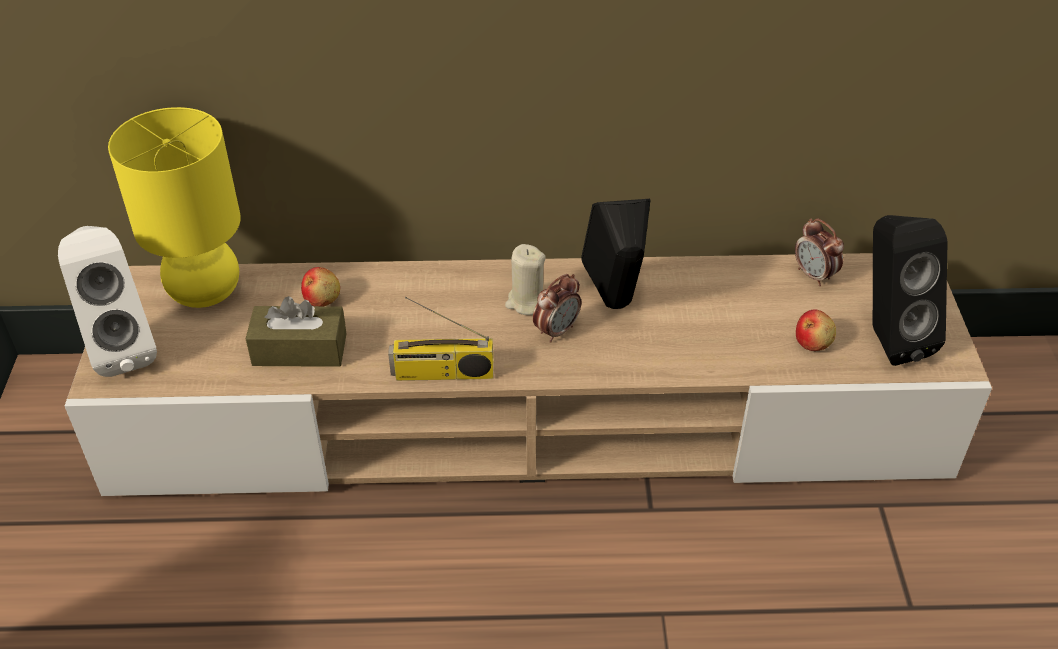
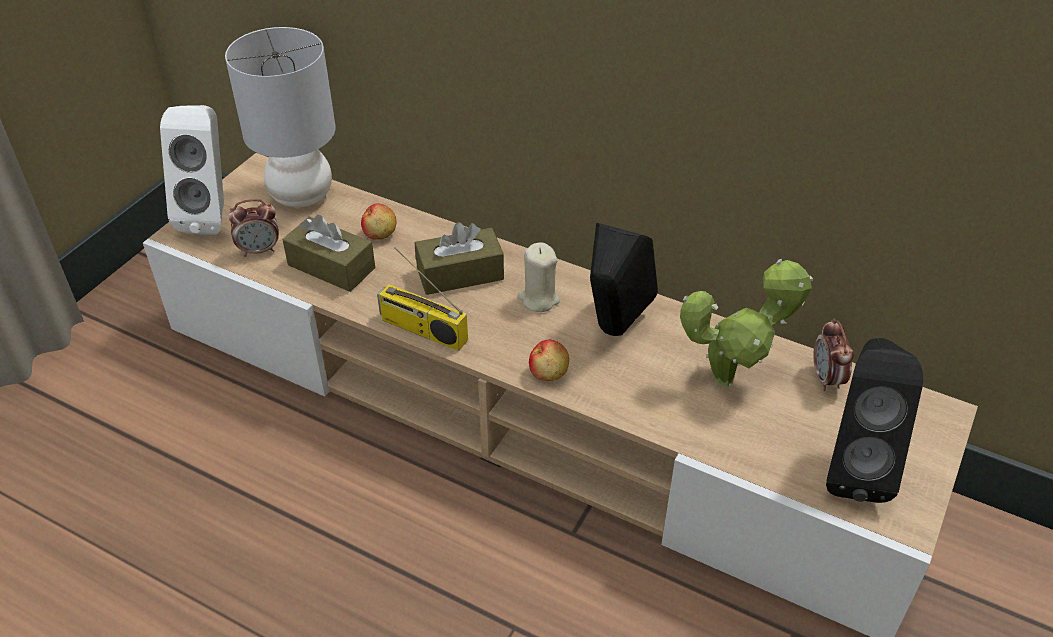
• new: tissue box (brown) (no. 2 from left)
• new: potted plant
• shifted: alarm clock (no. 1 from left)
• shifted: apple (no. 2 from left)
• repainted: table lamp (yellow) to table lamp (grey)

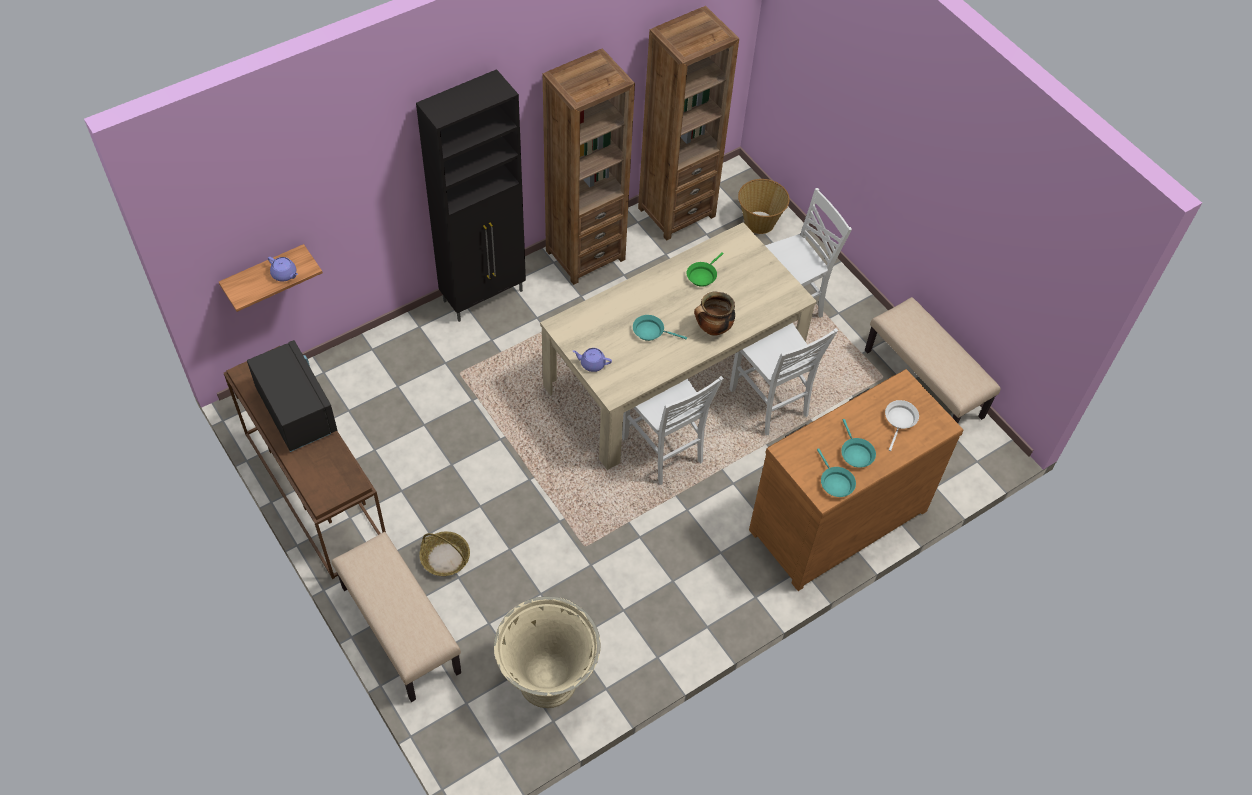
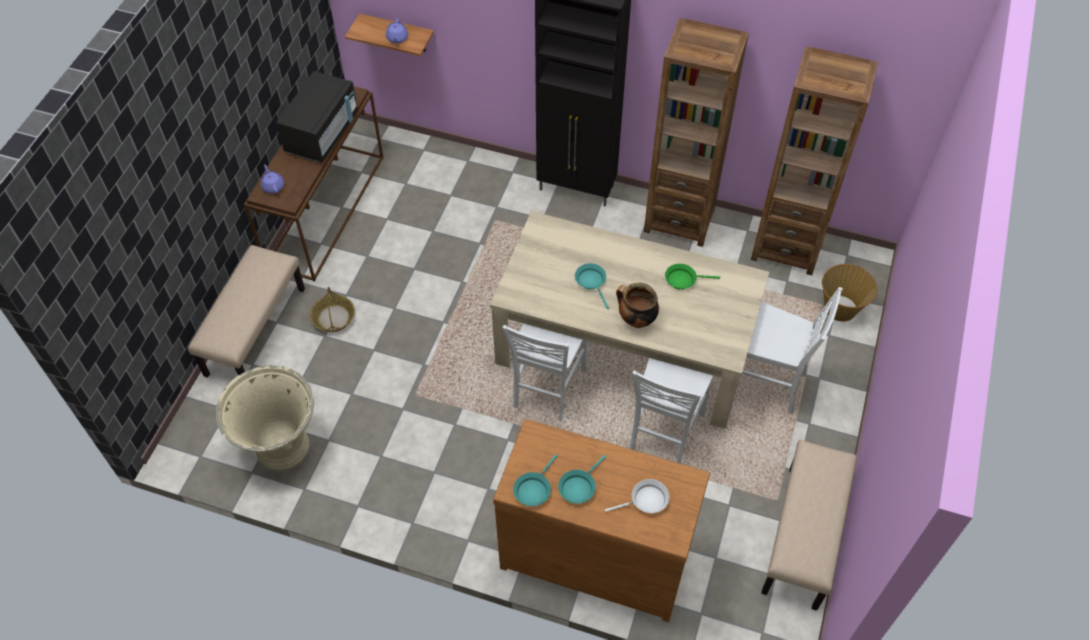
• shifted: teapot (purple) (no. 2 from left in the first image) to teapot (purple) (no. 1 from left)

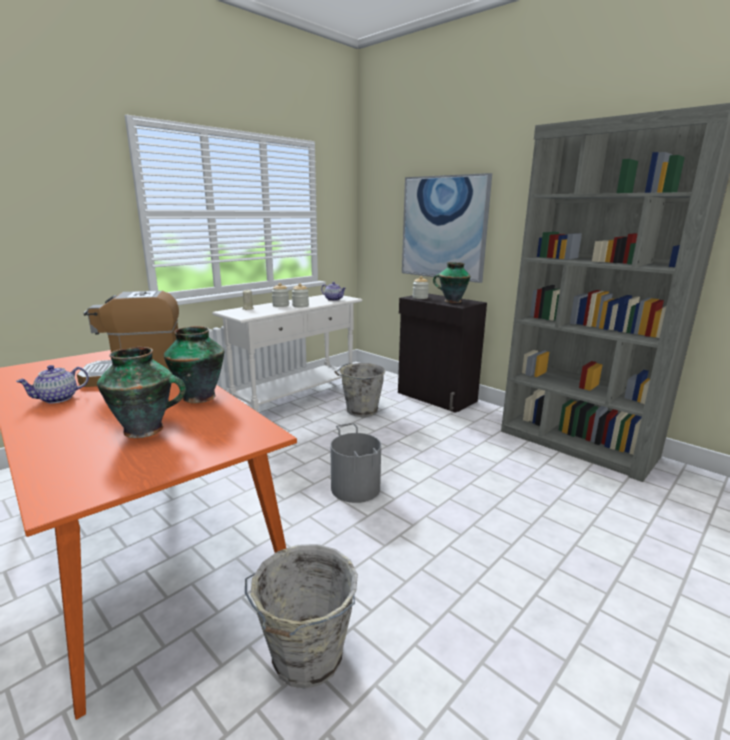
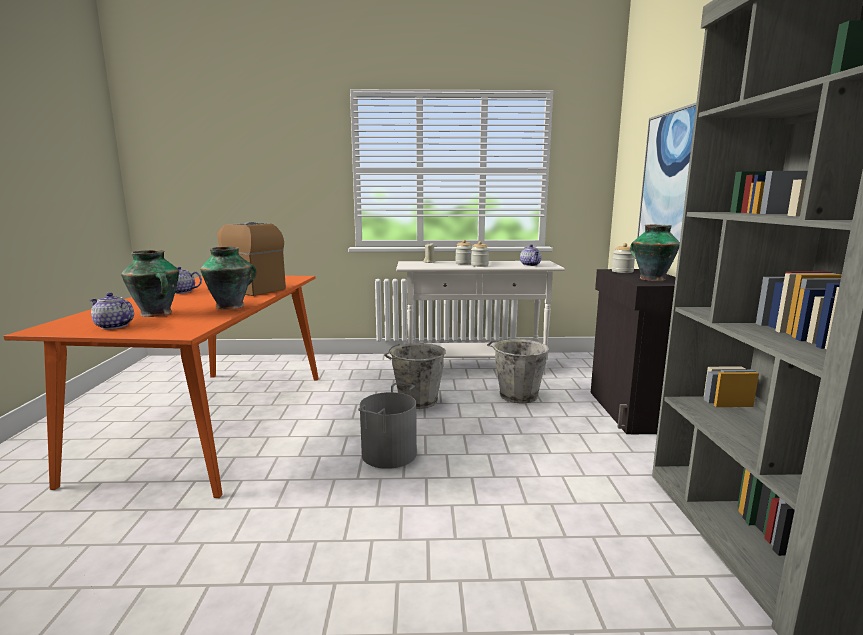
• new: teapot (no. 1 from left)
• shifted: bucket (grey) (no. 1 from left in the first image) to bucket (grey) (no. 2 from left)

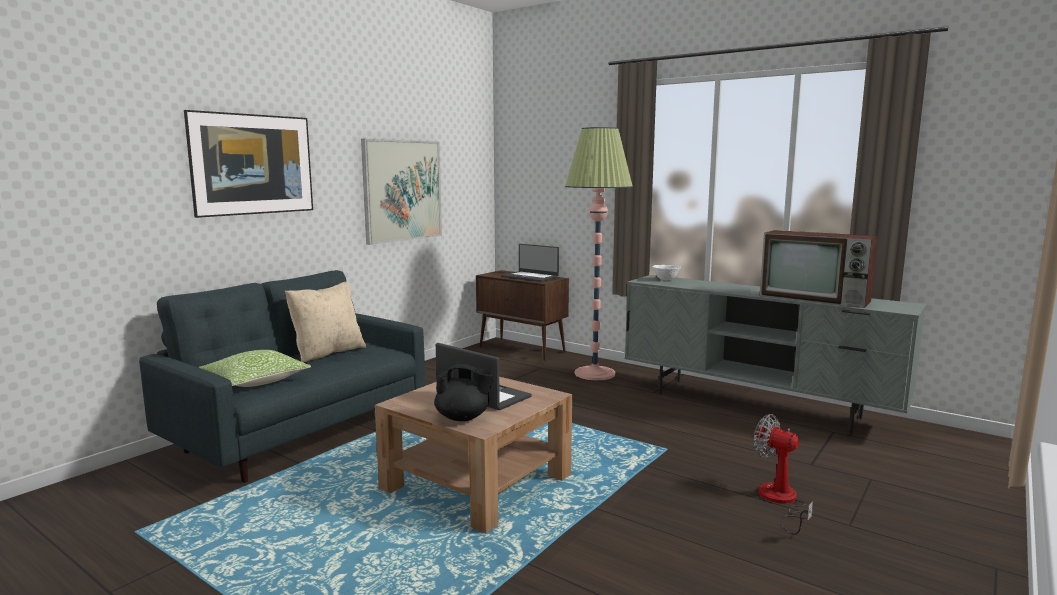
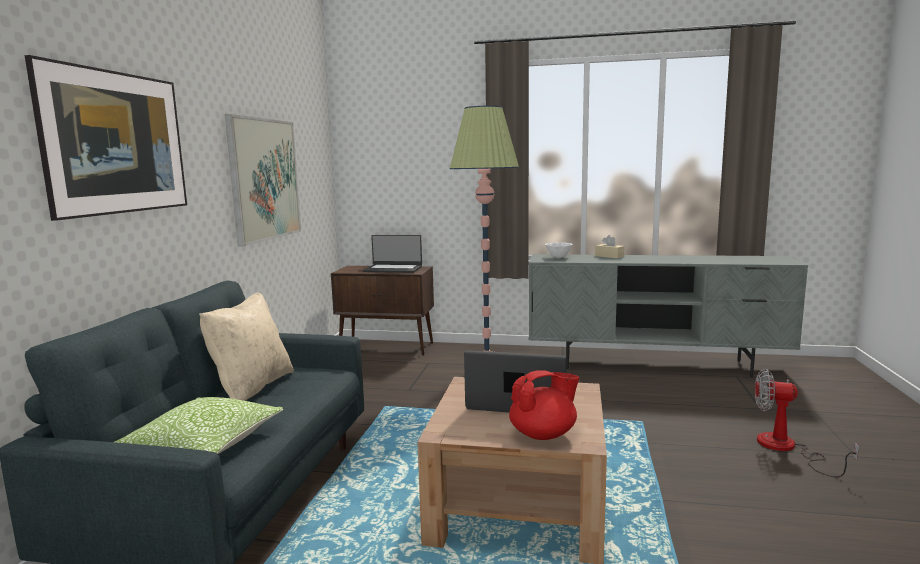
• gone: television
• new: tissue box (beige)
• repainted: teapot (black) to teapot (red)

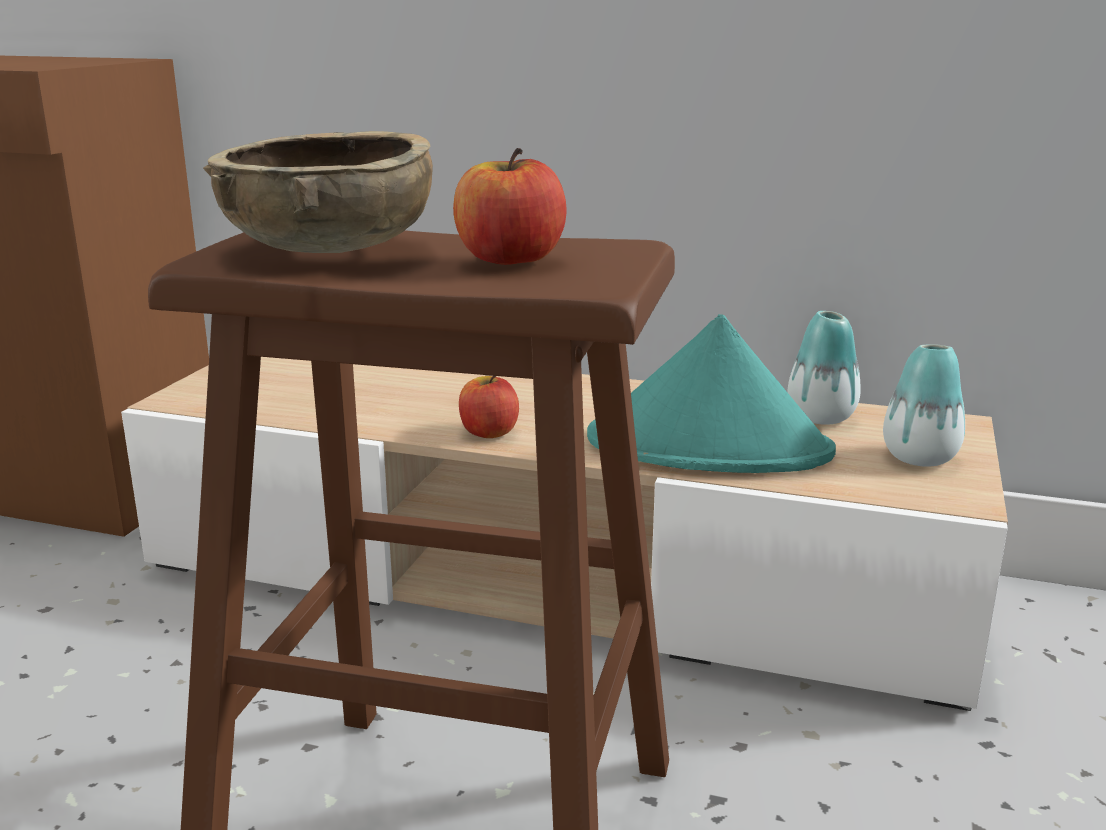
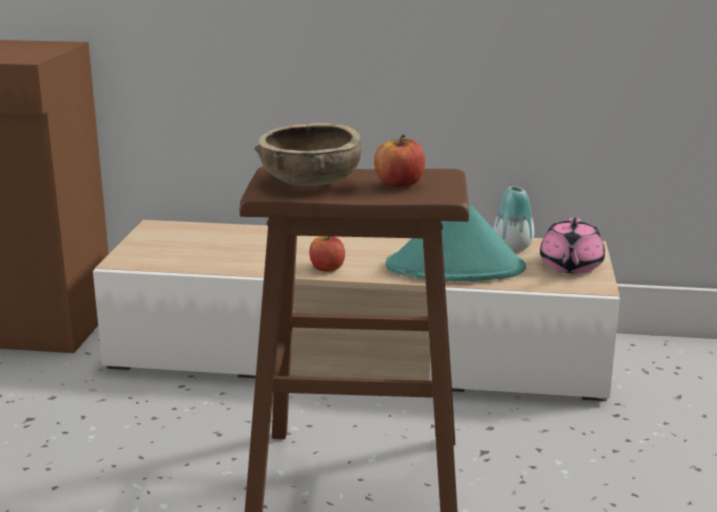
• swapped: vase (no. 2 from left) to teapot (pink)

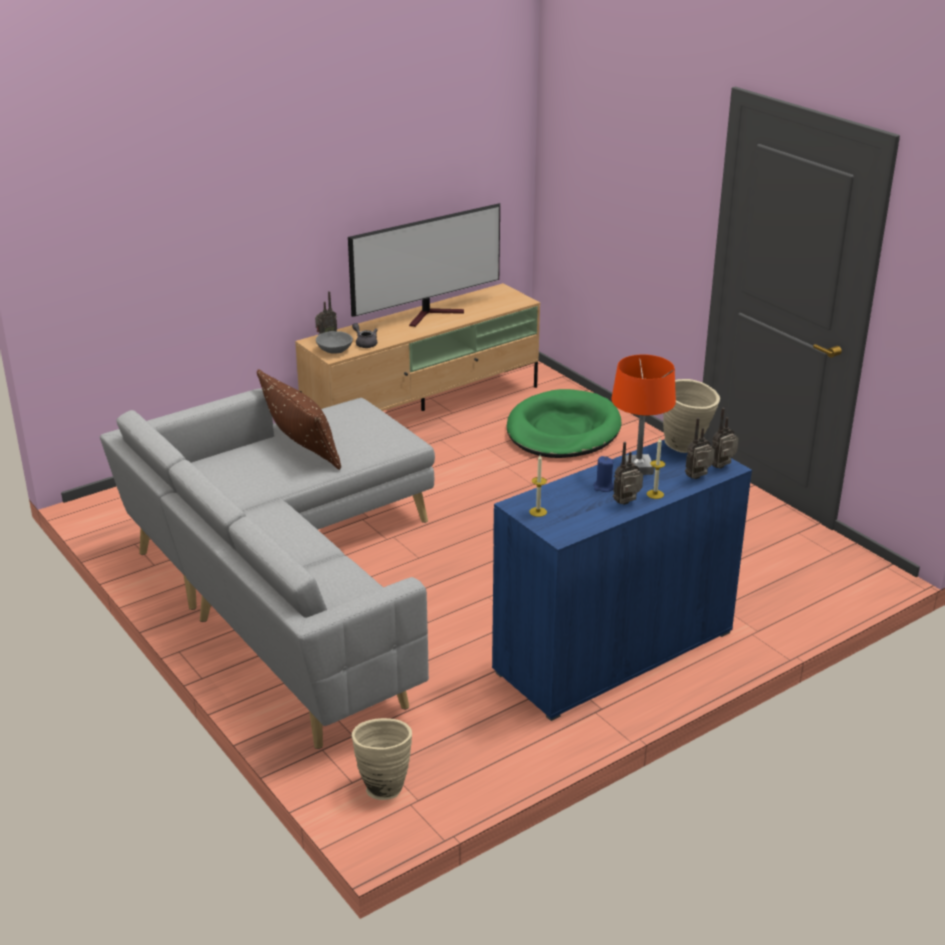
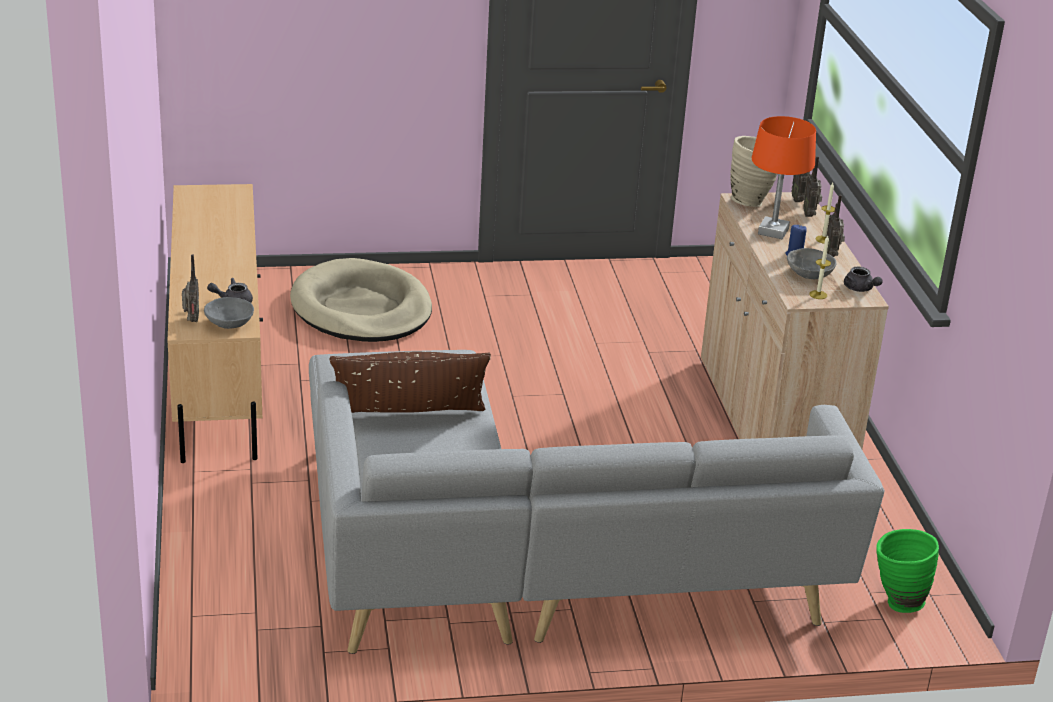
• gone: television
• new: bowl (grey) (no. 2 from left)
• new: teapot (grey) (no. 2 from left)
• repainted: vase (beige) (no. 1 from left) to vase (green)
• repainted: cabinet (blue) to cabinet (beige)
• repainted: dog bed (green) to dog bed (beige)

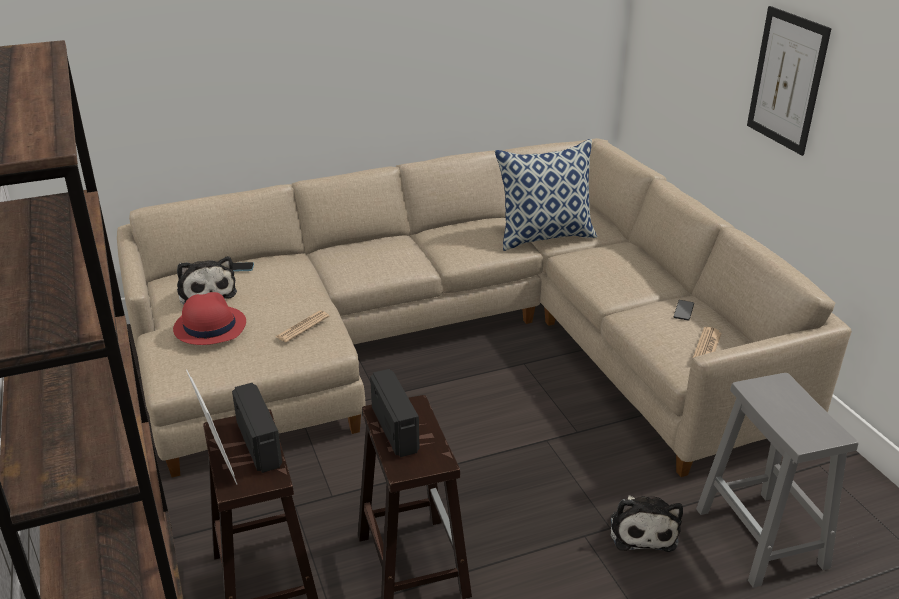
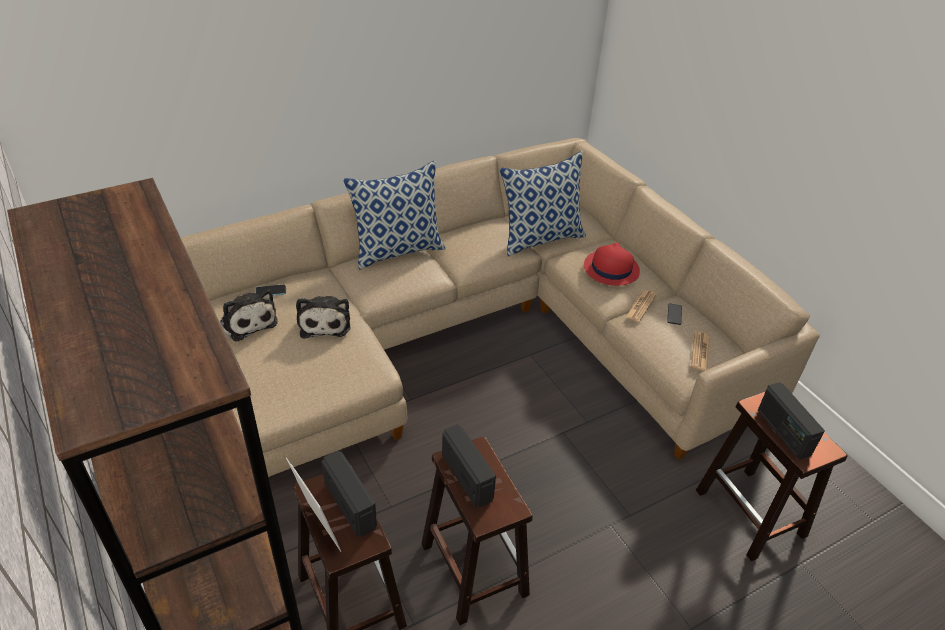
• gone: picture
• new: pillow (no. 1 from left)
• new: radio (no. 3 from left)
• shifted: hat (red)
• shifted: newspaper (no. 1 from left)
• shifted: plush toy (no. 2 from left)
• repainted: stool (grey) to stool (brown) (no. 3 from left)

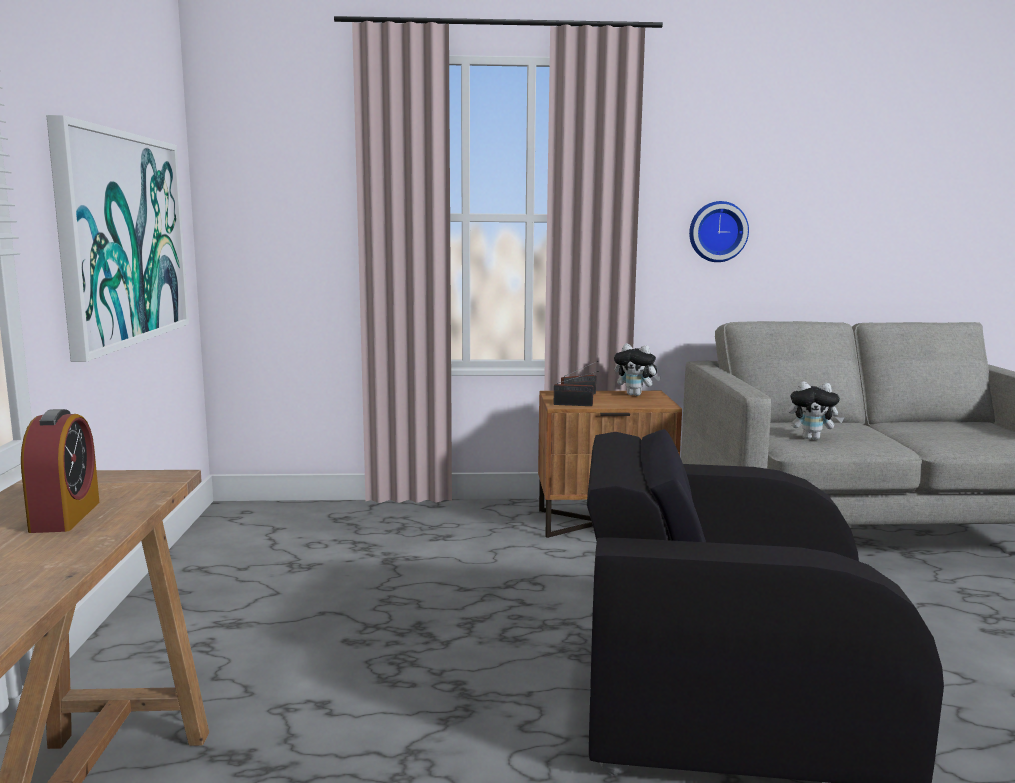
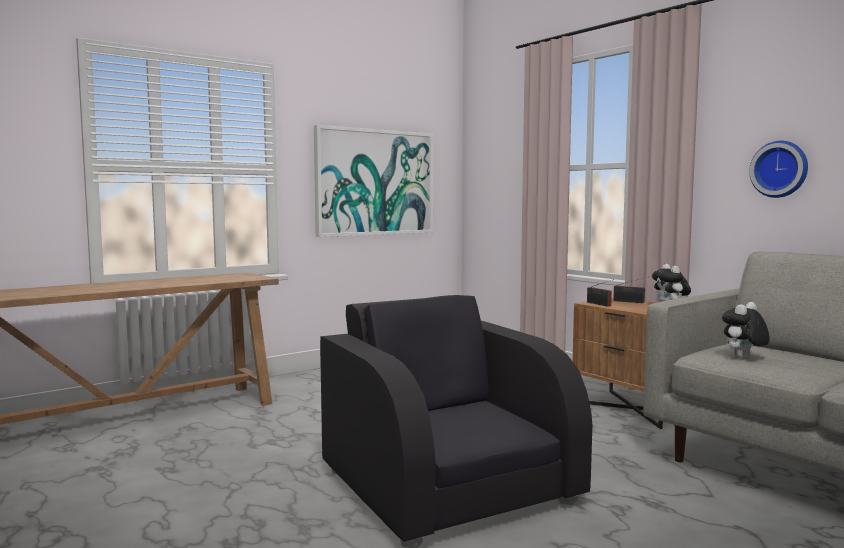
• gone: alarm clock
• rotated: plush toy (no. 2 from left) 75 degrees clockwise

